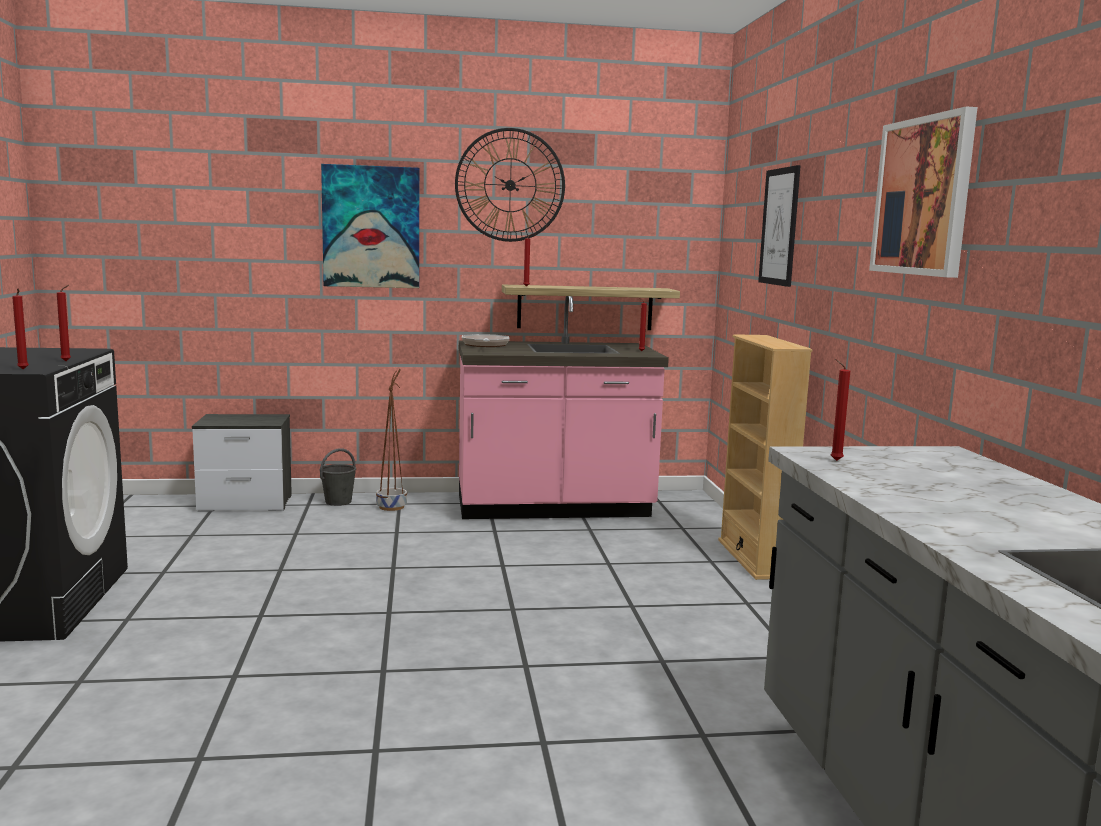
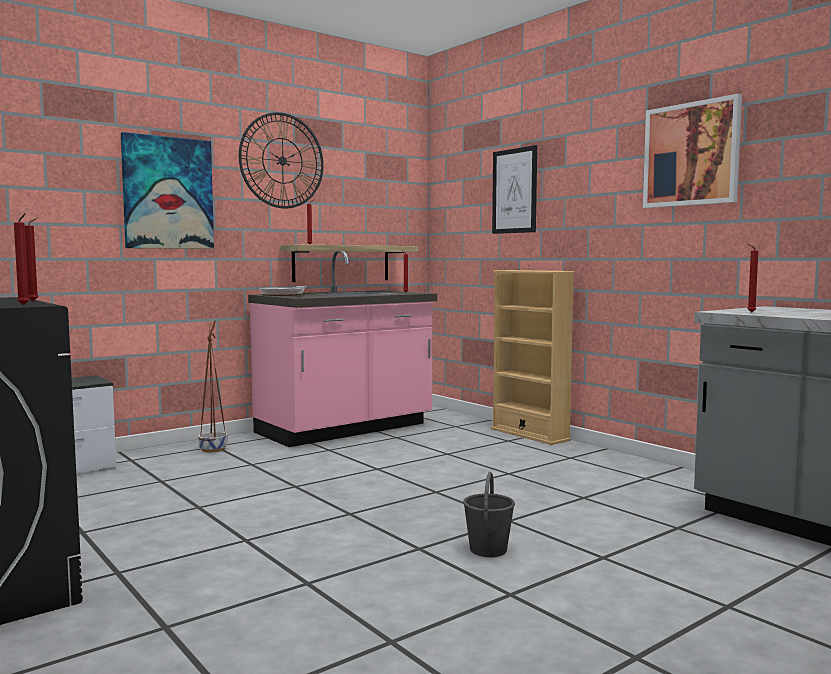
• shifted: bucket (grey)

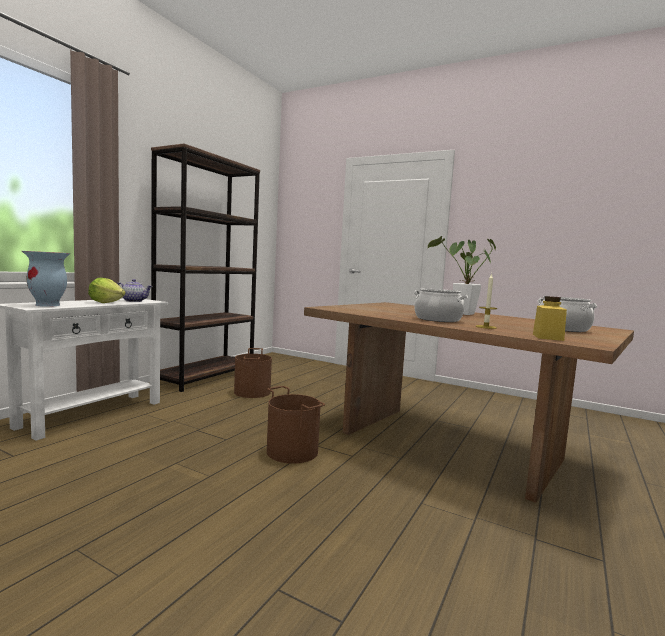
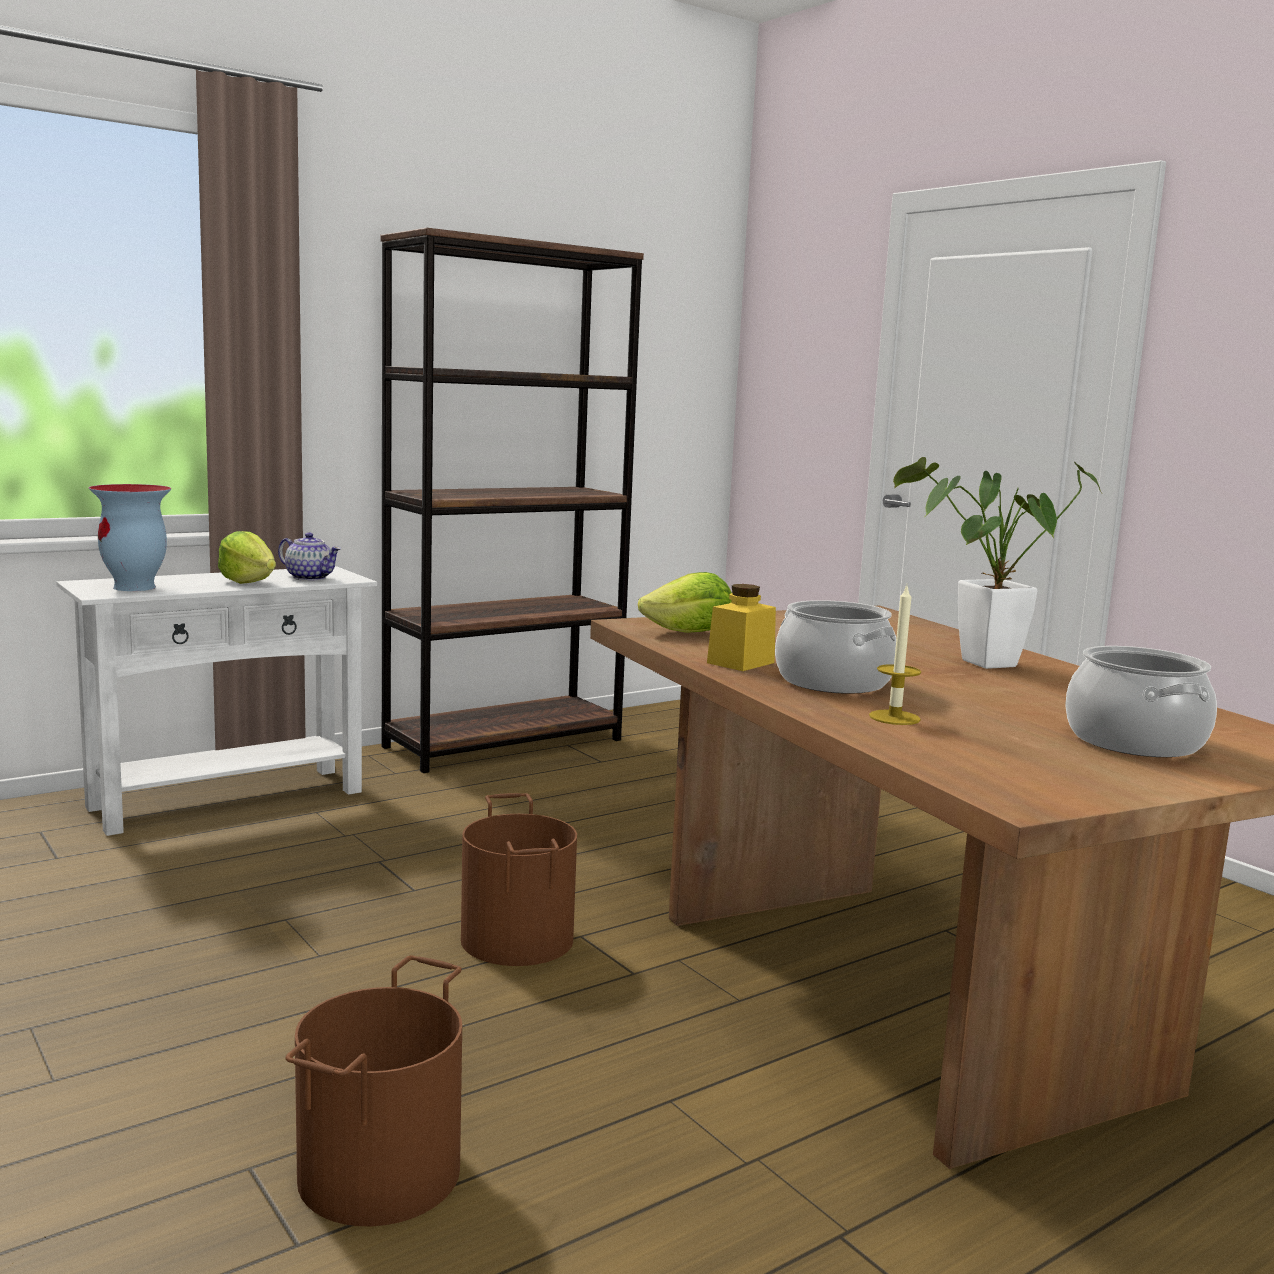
• new: lettuce (no. 2 from left)
• shifted: bucket (brown) (no. 1 from left)
• shifted: jar (yellow)

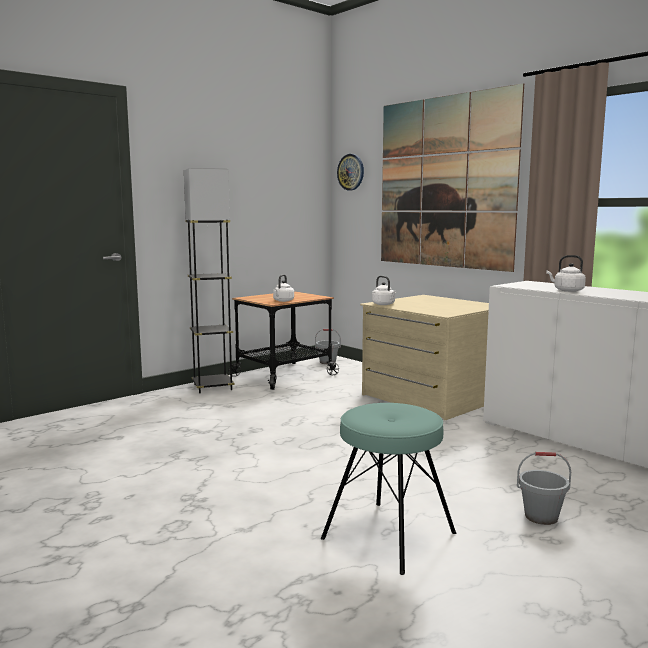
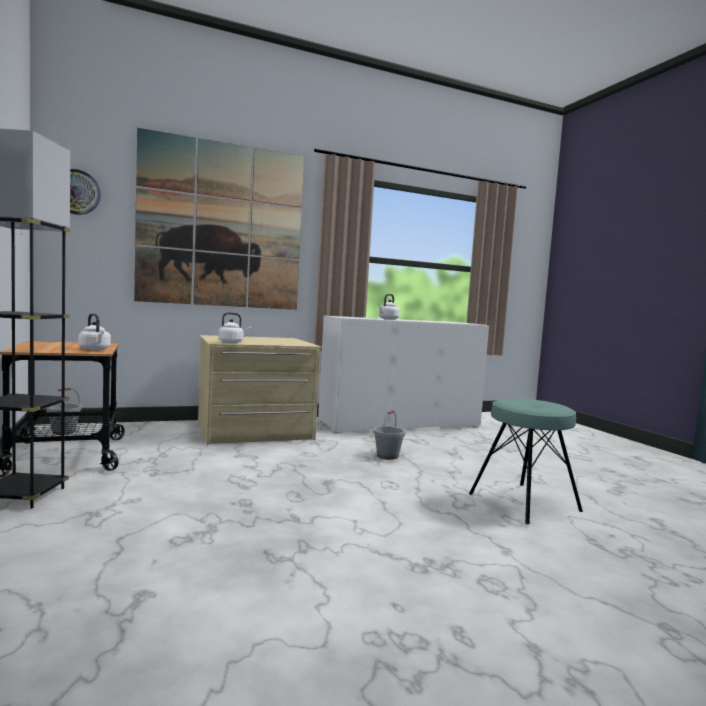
• shifted: bucket (grey) (no. 2 from left)

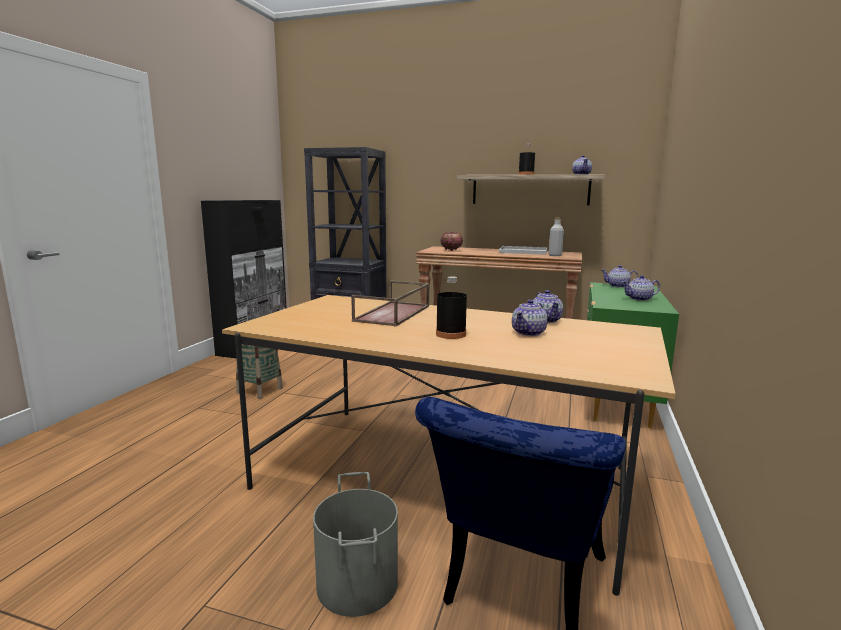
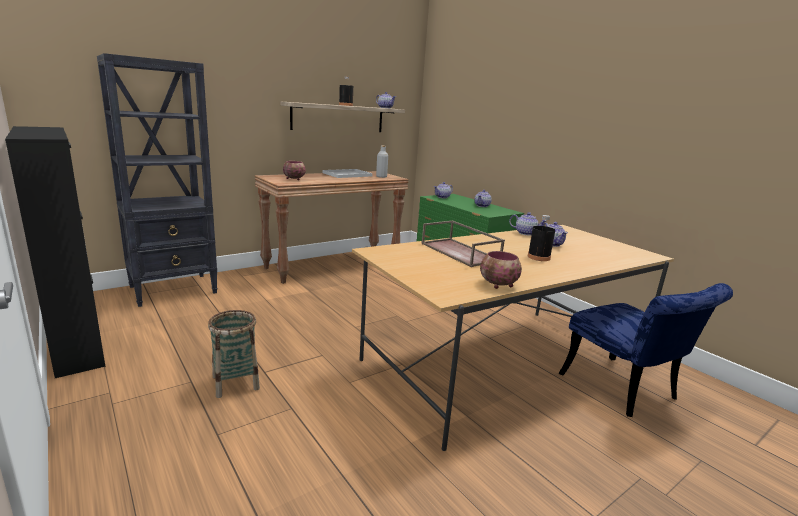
• gone: bucket (grey)
• new: bowl (no. 2 from left)

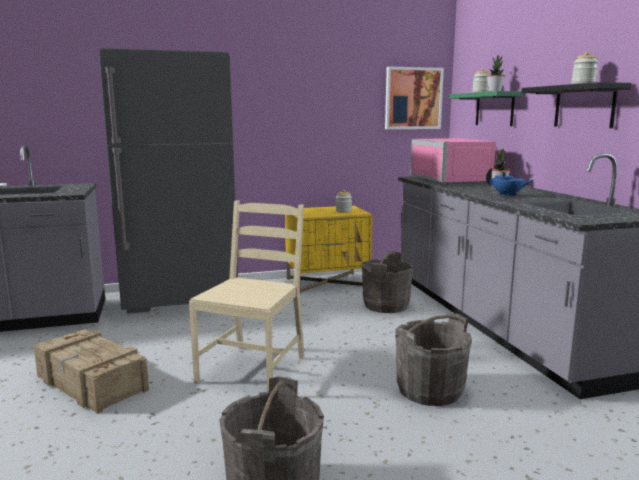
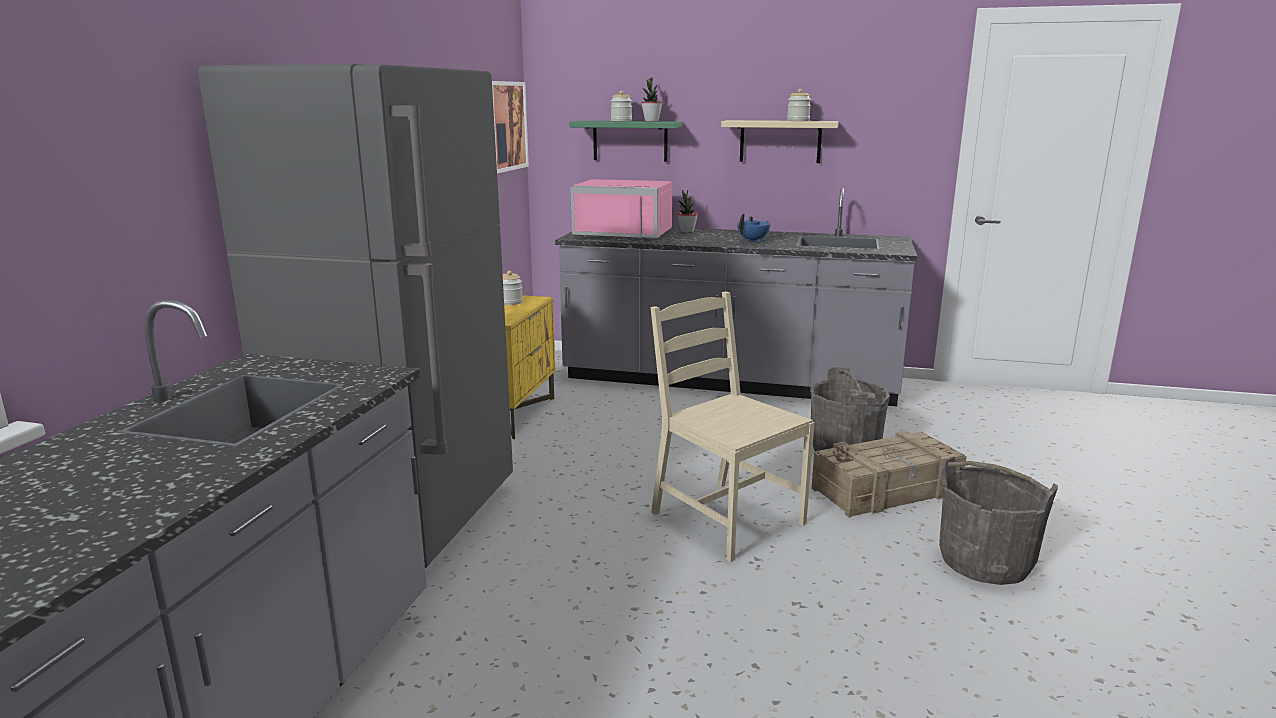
• gone: bucket (grey) (no. 2 from left)
• shifted: crate
• repainted: shelf (black) to shelf (beige)

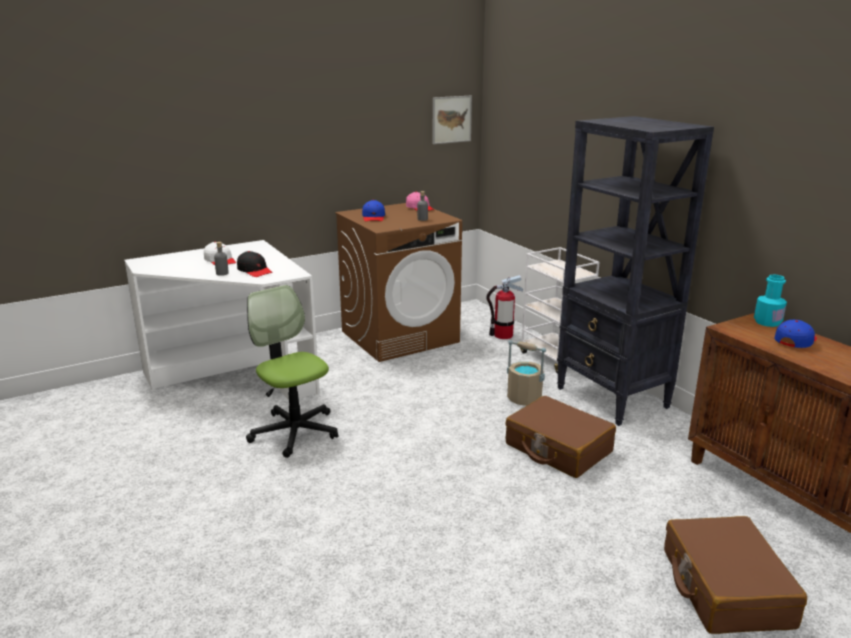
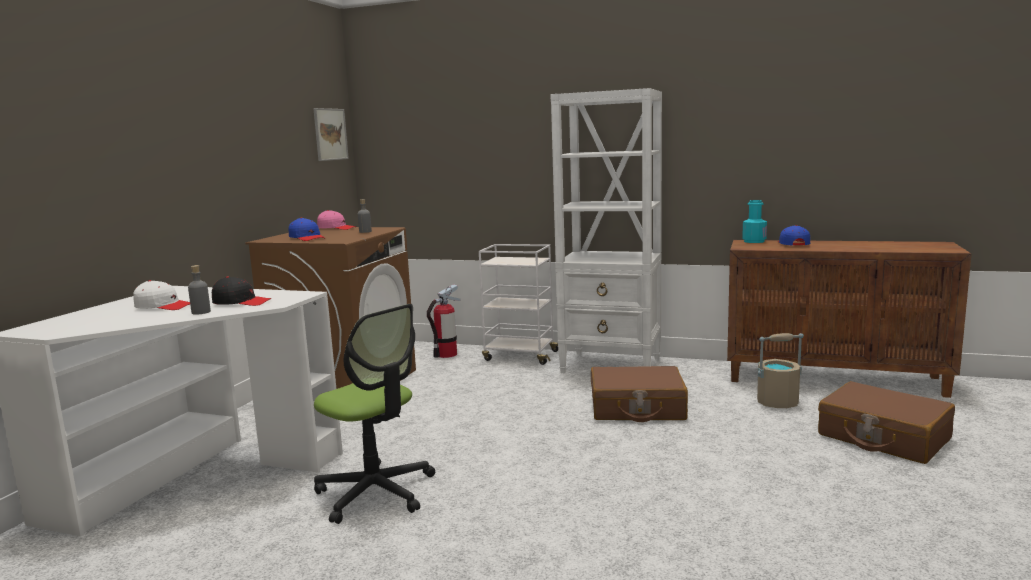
• shifted: bucket (beige)
• repainted: bookcase (black) to bookcase (white)
• rotated: office chair 150 degrees counterclockwise

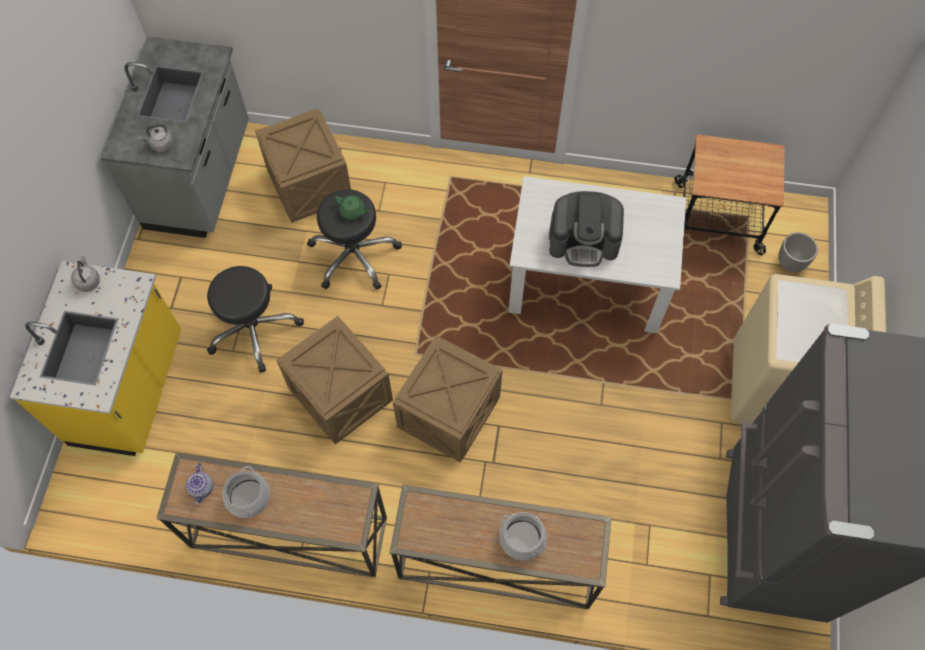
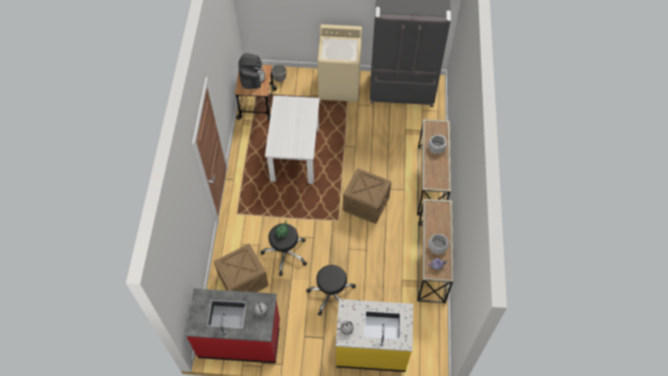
• gone: crate (no. 2 from left)
• shifted: coffee machine
• repainted: counter (grey) to counter (red)

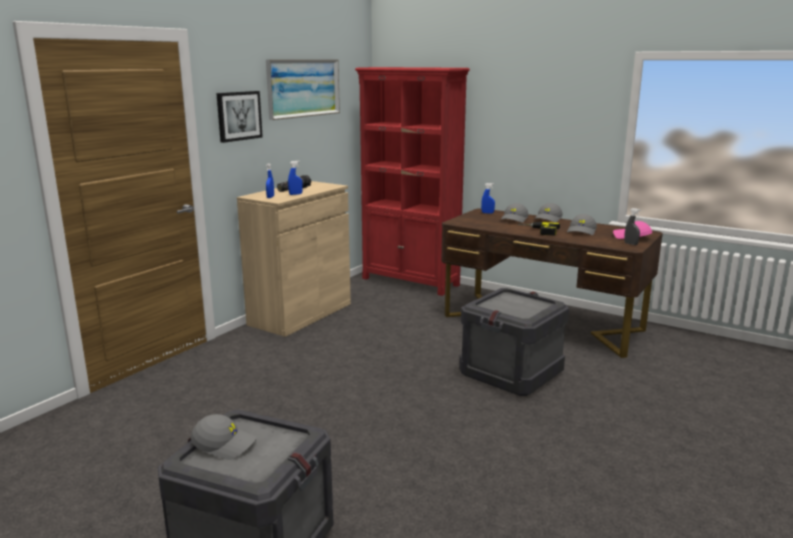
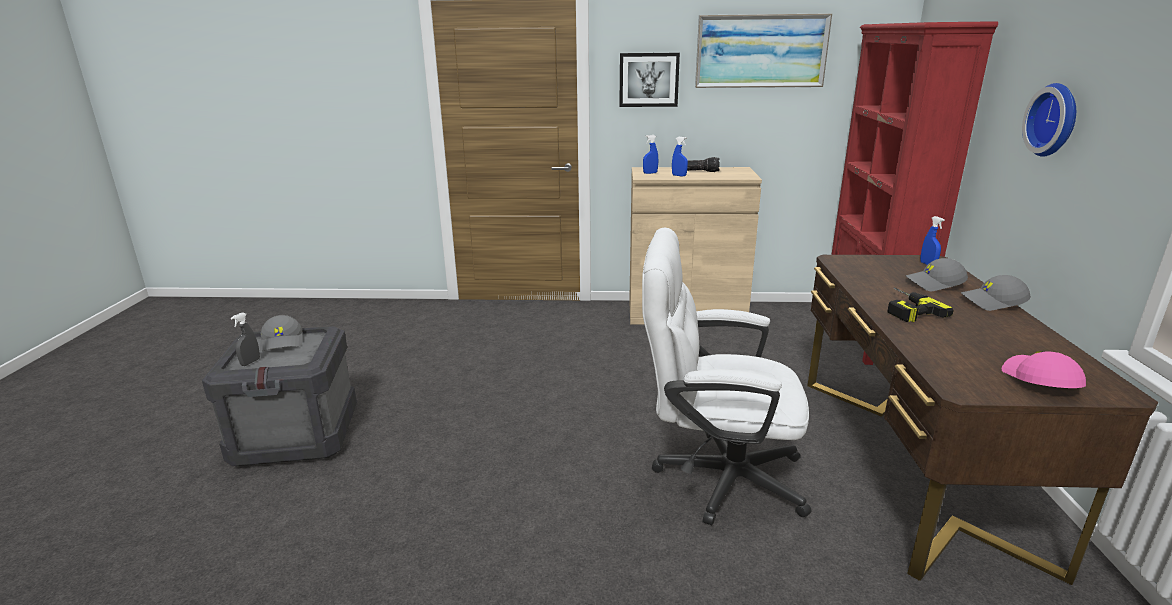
• gone: cap (grey) (no. 4 from left)
• new: wall clock
• shifted: spray bottle (grey)
• swapped: crate (no. 2 from left) to office chair (white)

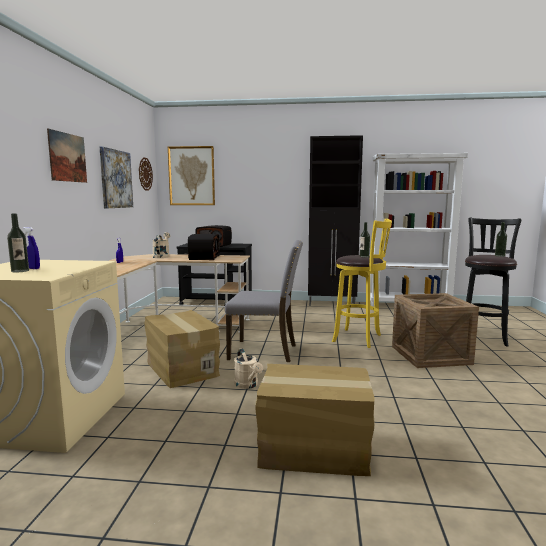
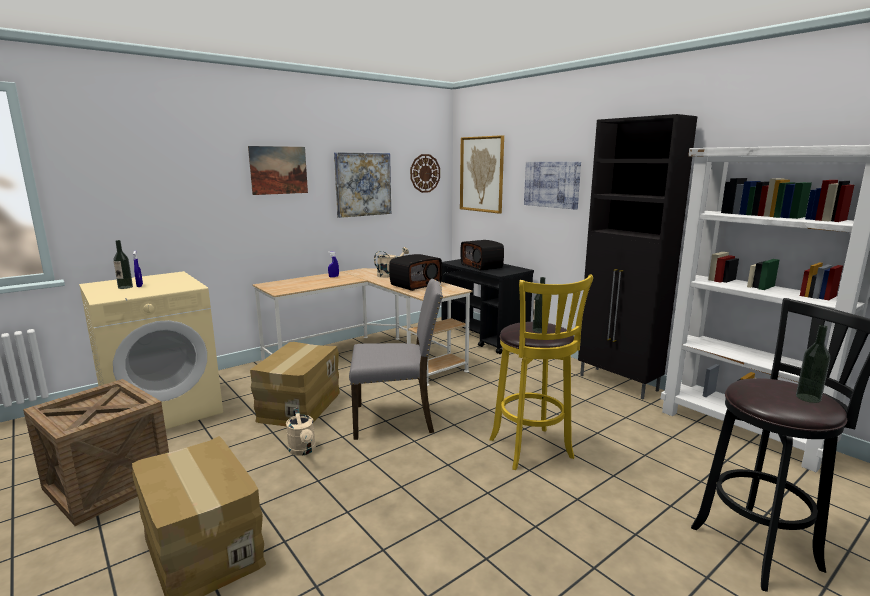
• new: picture (no. 4 from left)
• shifted: crate
• rotated: chair (grey) 60 degrees counterclockwise
• rotated: watering can (beige) (no. 2 from left in the first image) 45 degrees counterclockwise

